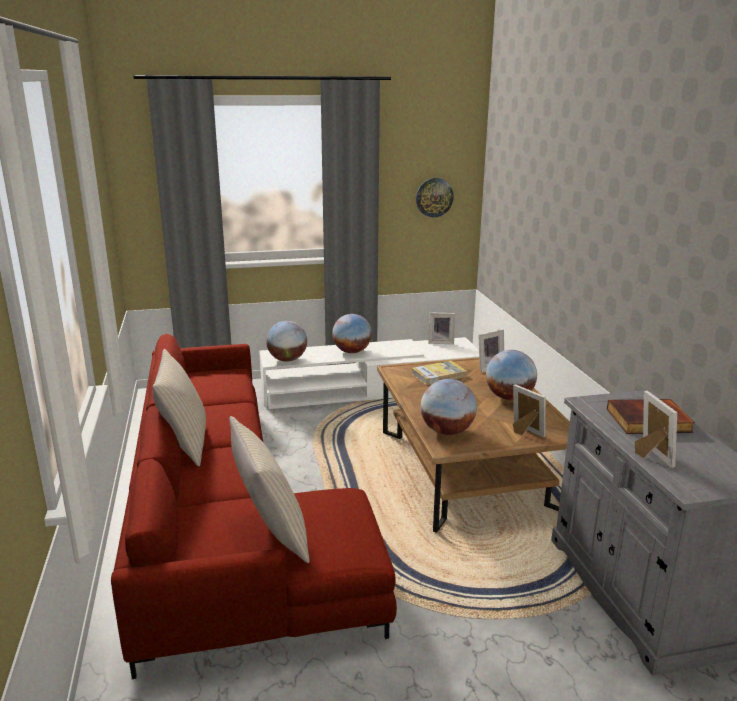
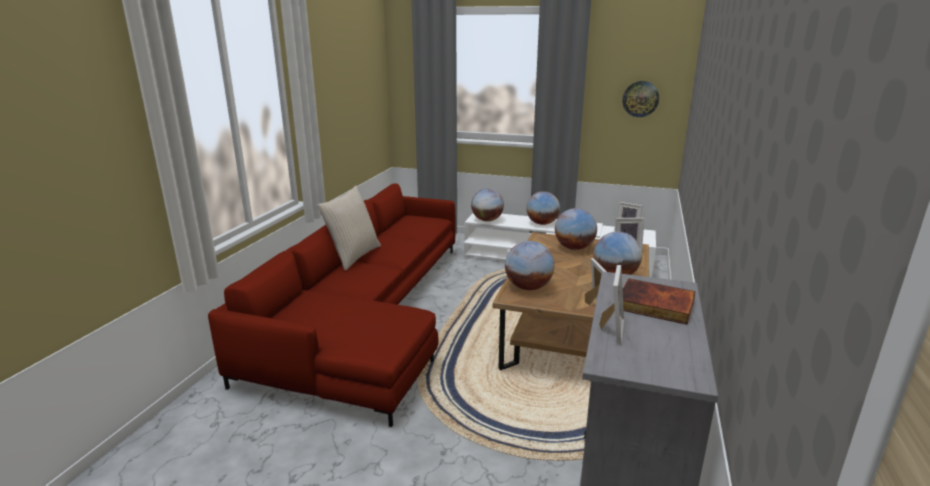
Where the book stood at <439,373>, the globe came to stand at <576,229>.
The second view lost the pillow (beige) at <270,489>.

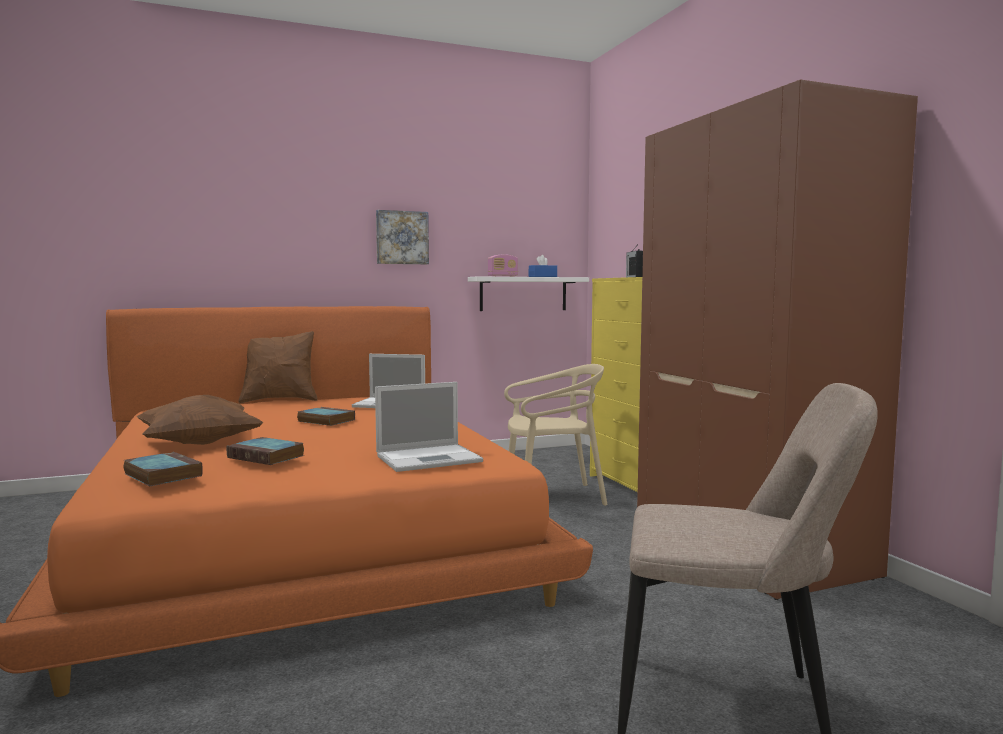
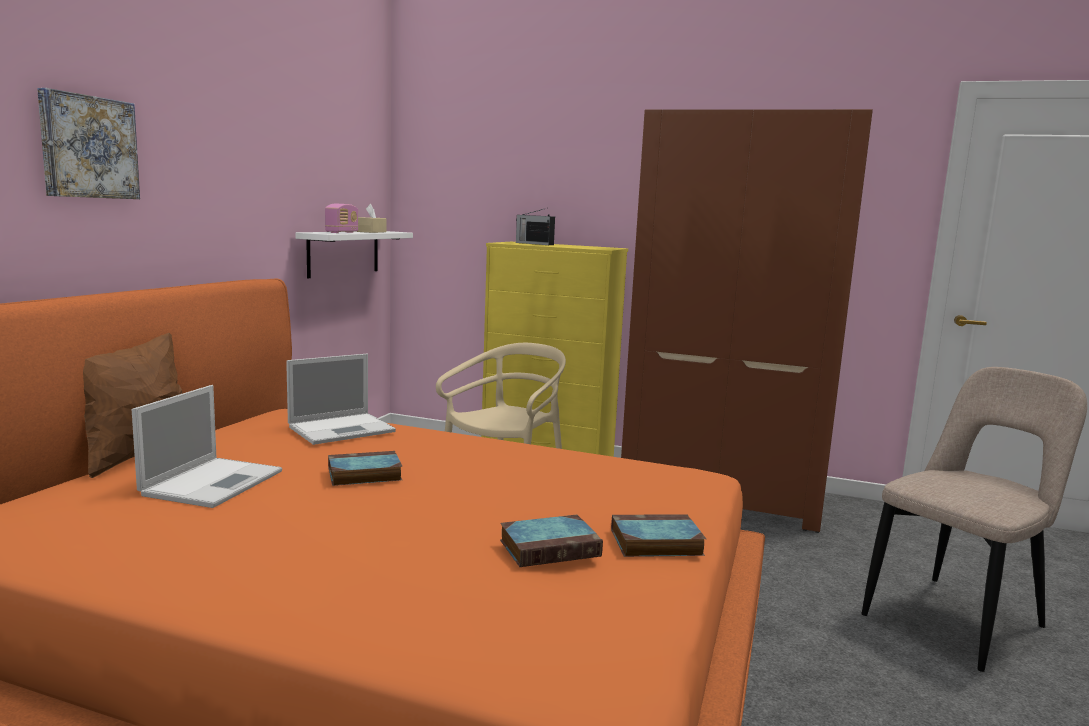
The picture ended up elsewhere, having gone from <402,237> to <88,143>.
What was the tissue box (blue) at <543,266> turned into the tissue box (beige) at <372,218>.
The laptop ended up elsewhere, having gone from <429,427> to <207,446>.
The second view lost the pillow (brown) at <199,420>.
The book ended up elsewhere, having gone from <163,469> to <658,535>.

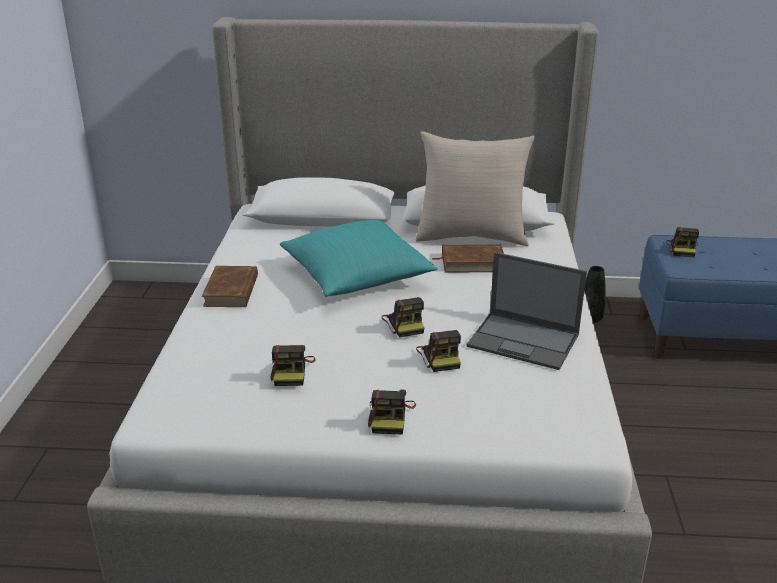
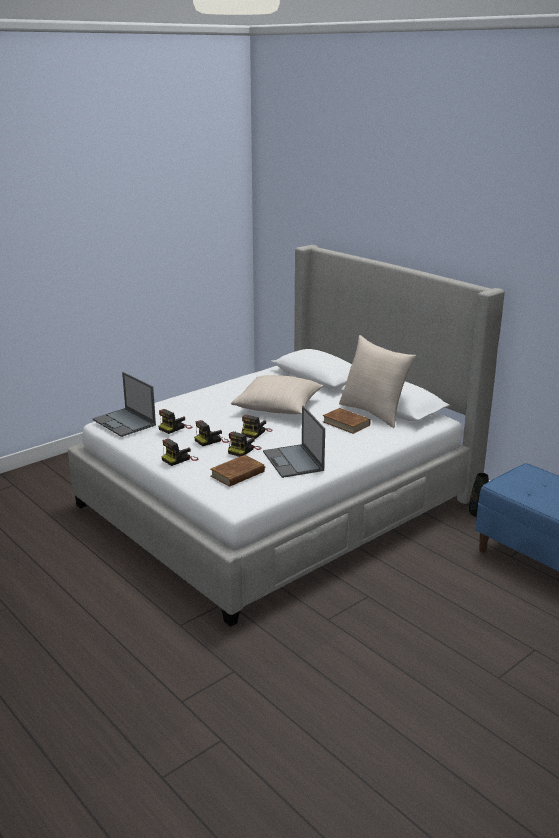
What was the pillow (turquoise) at <359,258> turned into the pillow (beige) at <277,394>.
The photo camera ended up elsewhere, having gone from <682,242> to <211,433>.
The book (brown) ended up elsewhere, having gone from <230,286> to <238,471>.
The second view gained the laptop at <124,404>.

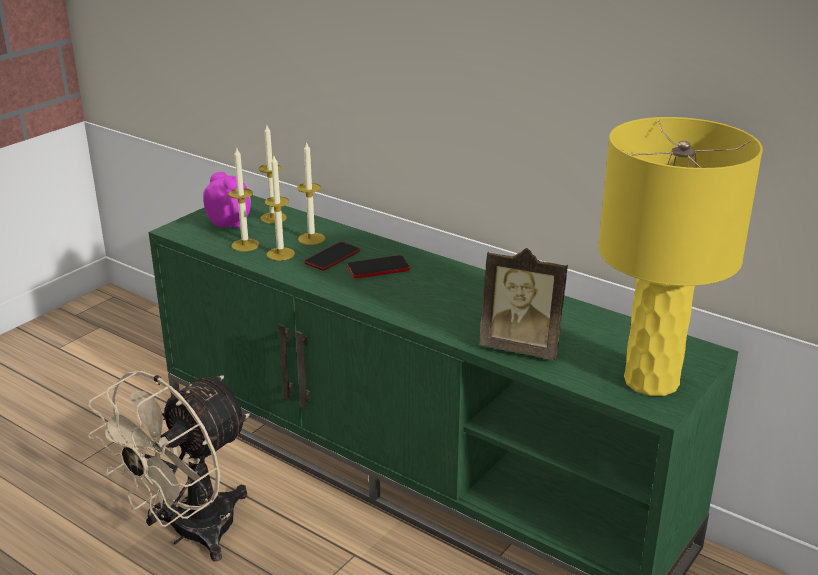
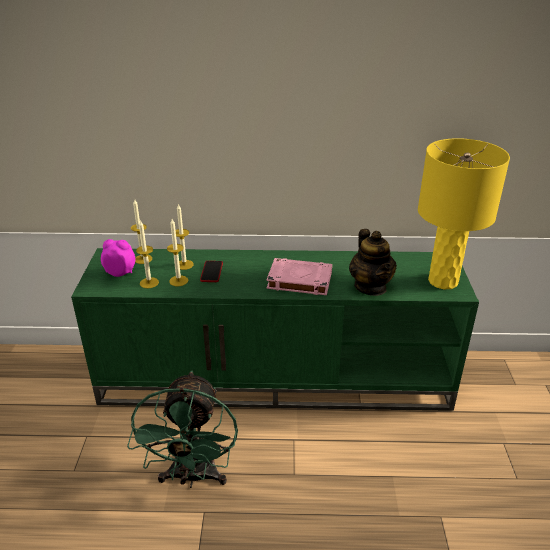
Where the picture frame stood at <523,304>, the teapot came to stand at <373,262>.
The second view lost the phone at <378,267>.
What was the fan (beige) at <169,466> turned into the fan (green) at <182,429>.
The second view gained the book (pink) at <299,276>.

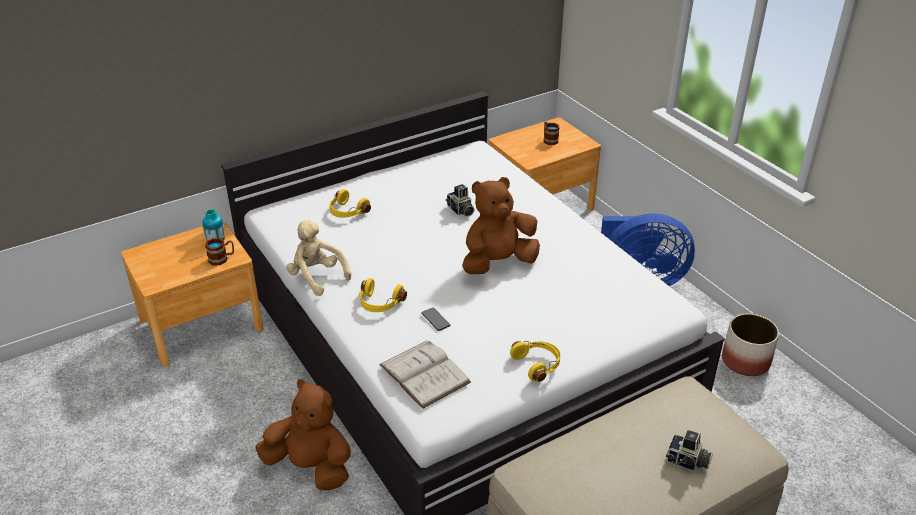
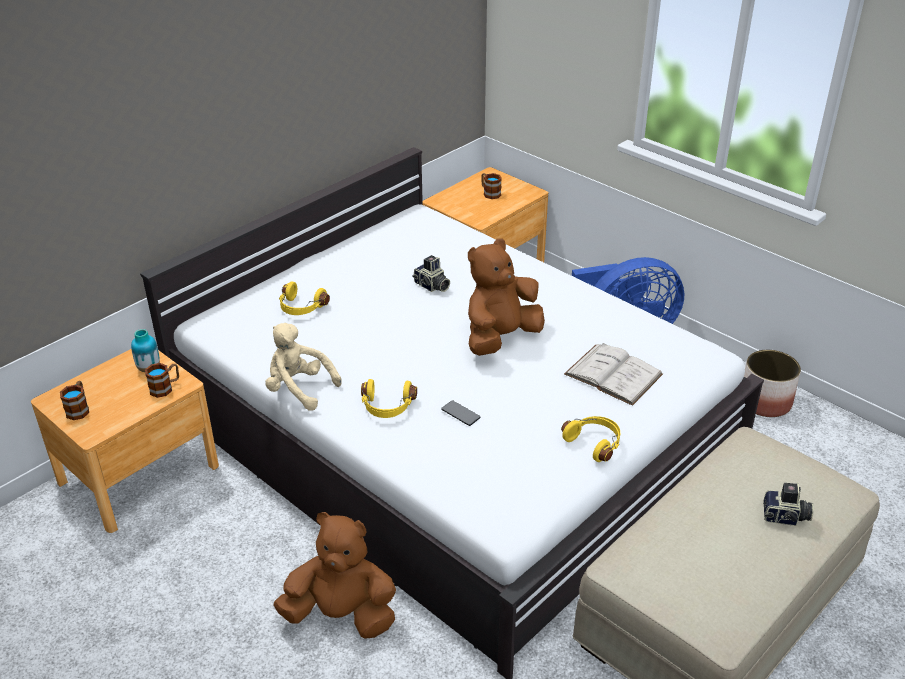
The book (white) ended up elsewhere, having gone from <425,375> to <613,374>.
The second view gained the mug at <74,400>.

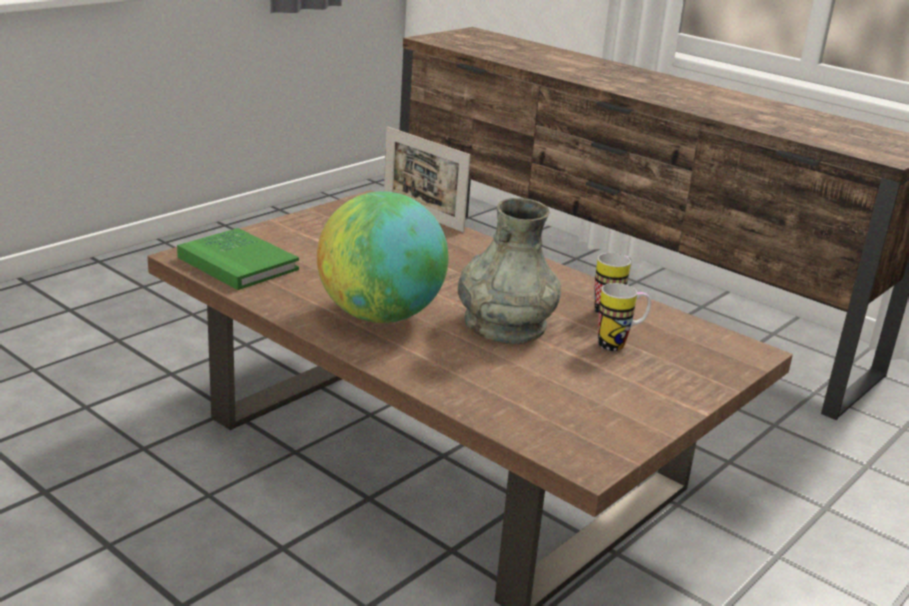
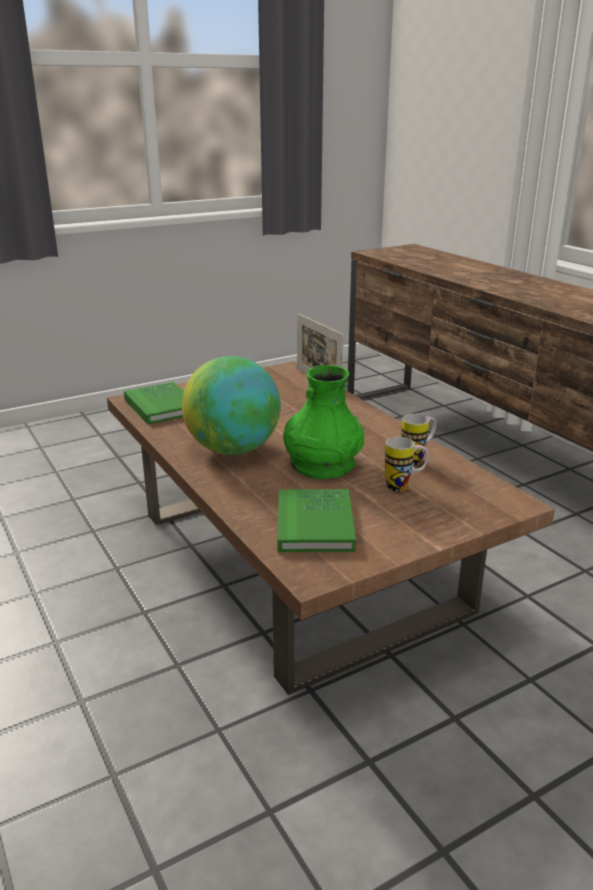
What was the vase (grey) at <509,271> turned into the vase (green) at <323,422>.
The second view gained the book (green) at <316,520>.

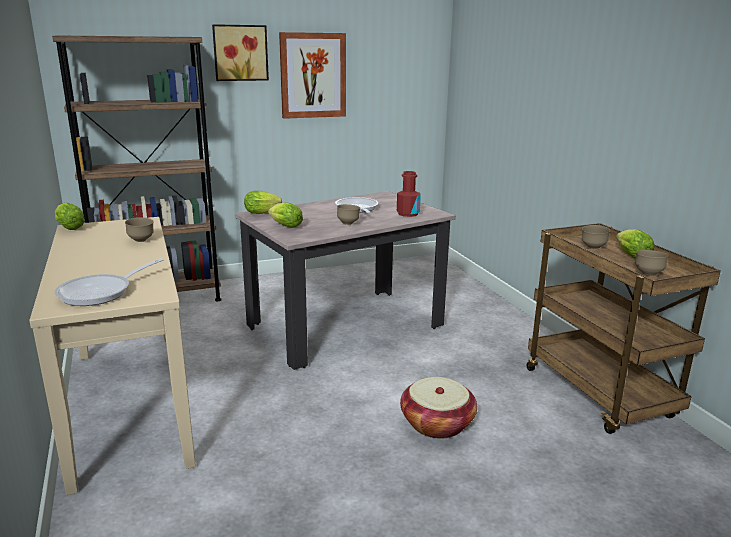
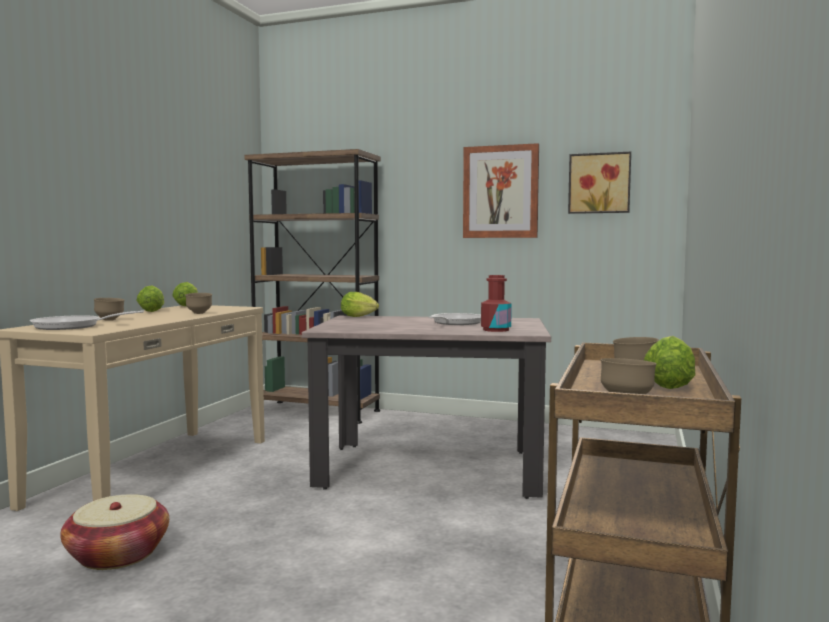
The picture ended up elsewhere, having gone from <240,52> to <599,183>.
The lettuce ended up elsewhere, having gone from <285,215> to <150,298>.
The bowl (brown) ended up elsewhere, having gone from <348,214> to <109,309>.
The basket ended up elsewhere, having gone from <438,408> to <114,532>.

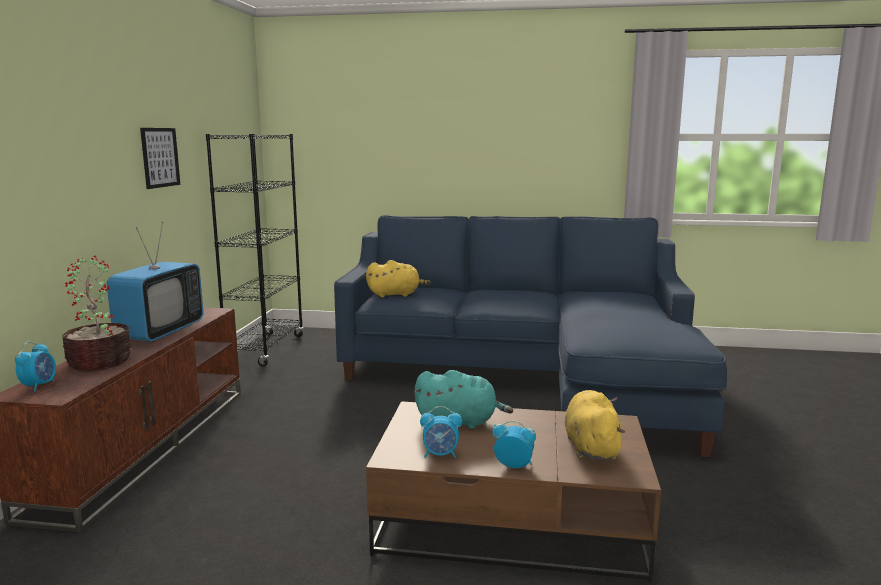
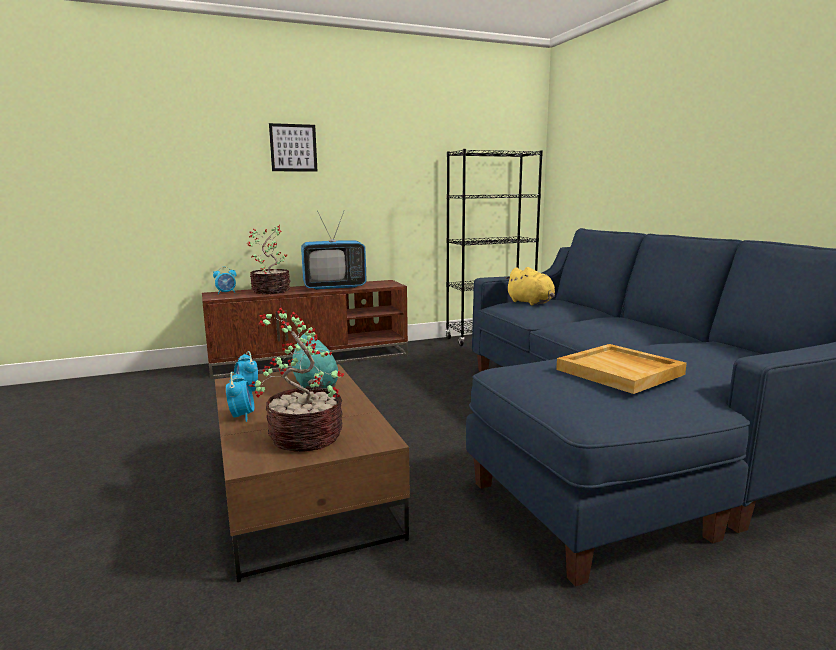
The picture ended up elsewhere, having gone from <160,158> to <293,147>.
Where the plush toy (yellow) stood at <595,425>, the potted plant came to stand at <296,380>.
The second view gained the tray (beige) at <621,369>.

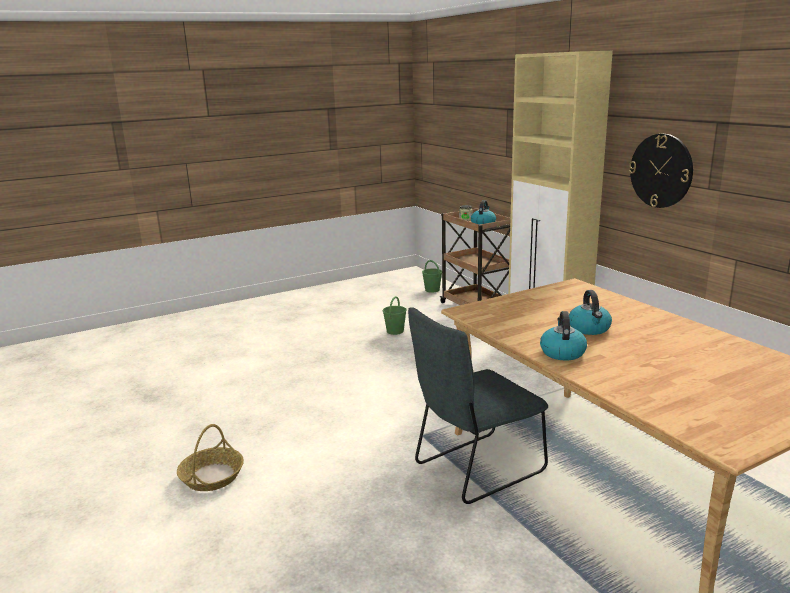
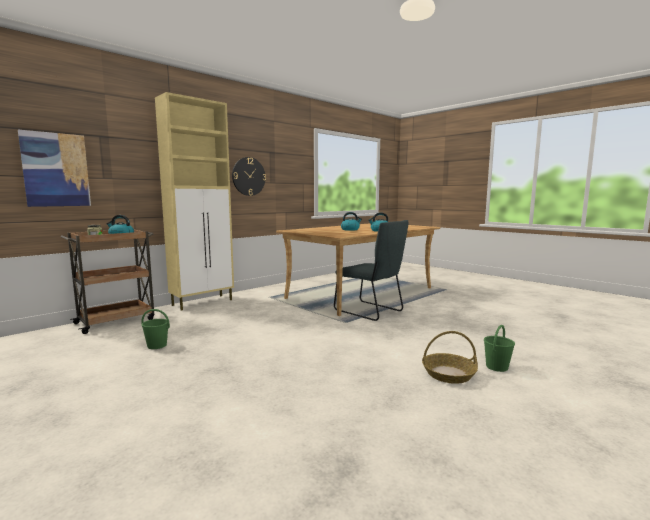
The bucket (green) ended up elsewhere, having gone from <432,276> to <499,348>.
The second view gained the picture at <54,168>.

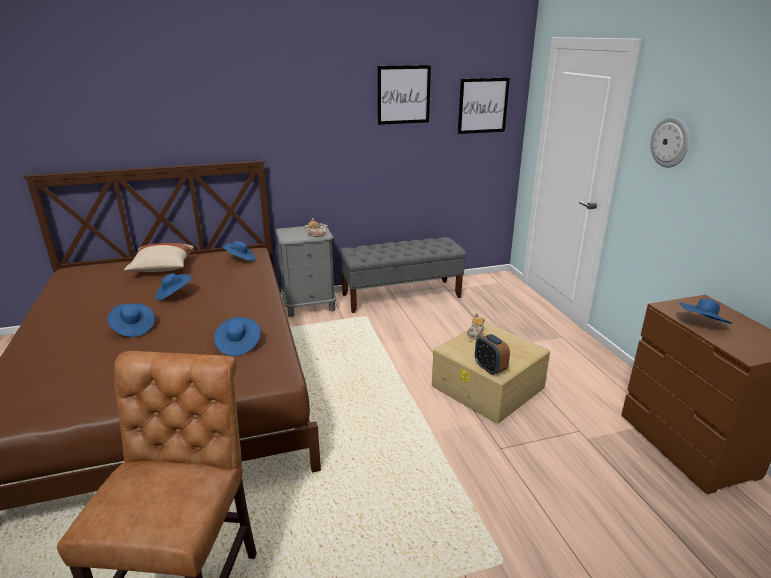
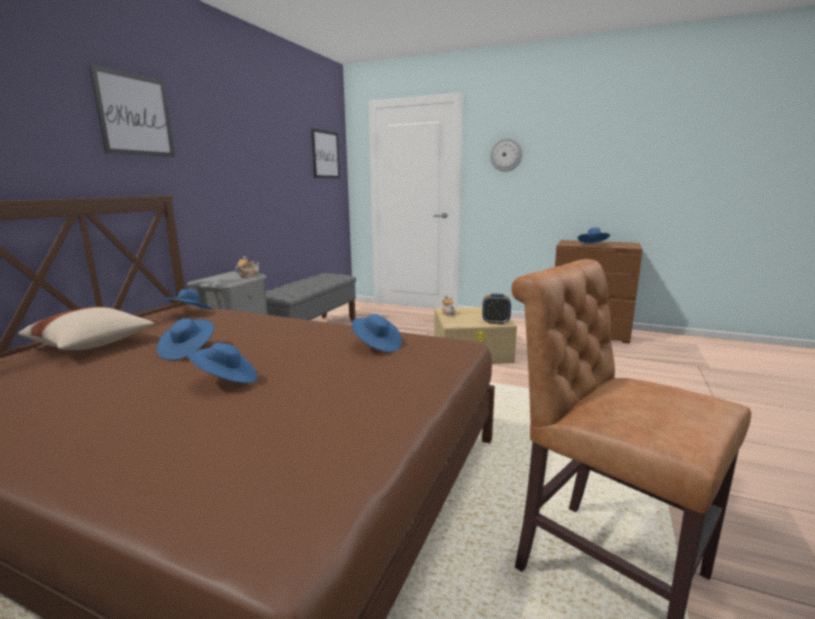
The picture ended up elsewhere, having gone from <404,95> to <132,110>.

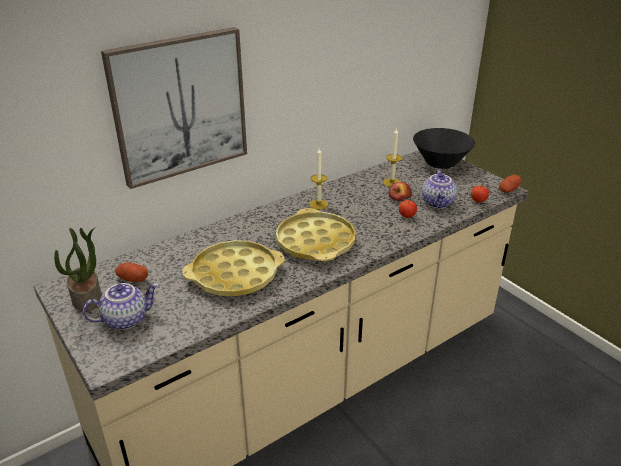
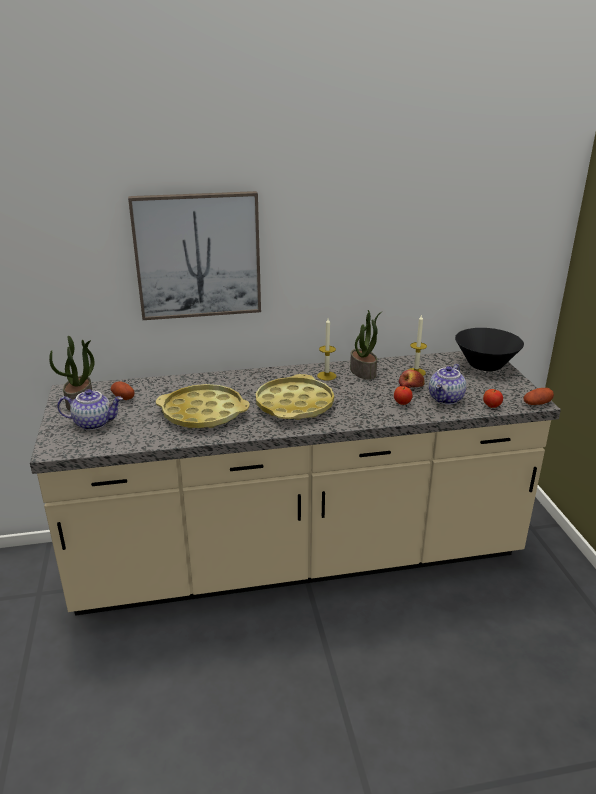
The second view gained the potted plant at <365,344>.

